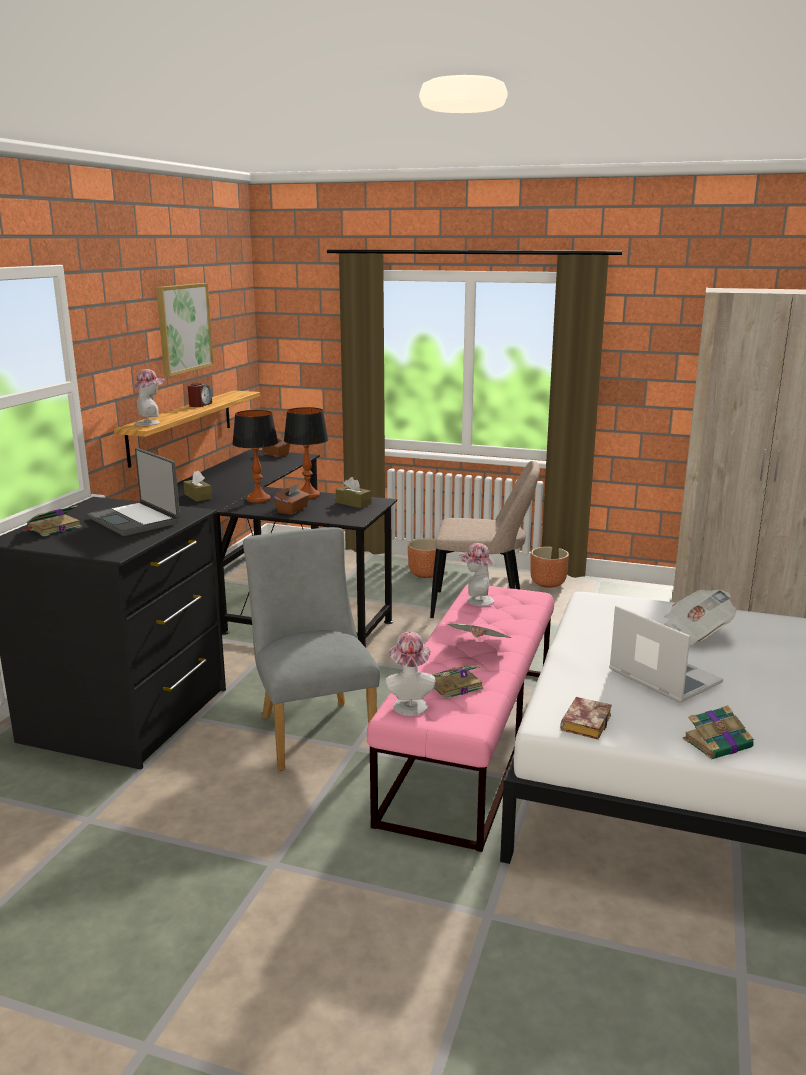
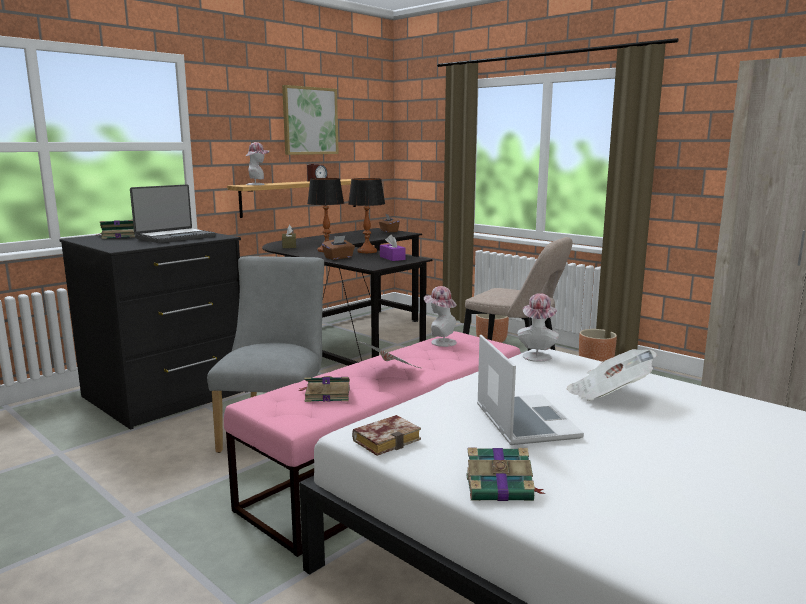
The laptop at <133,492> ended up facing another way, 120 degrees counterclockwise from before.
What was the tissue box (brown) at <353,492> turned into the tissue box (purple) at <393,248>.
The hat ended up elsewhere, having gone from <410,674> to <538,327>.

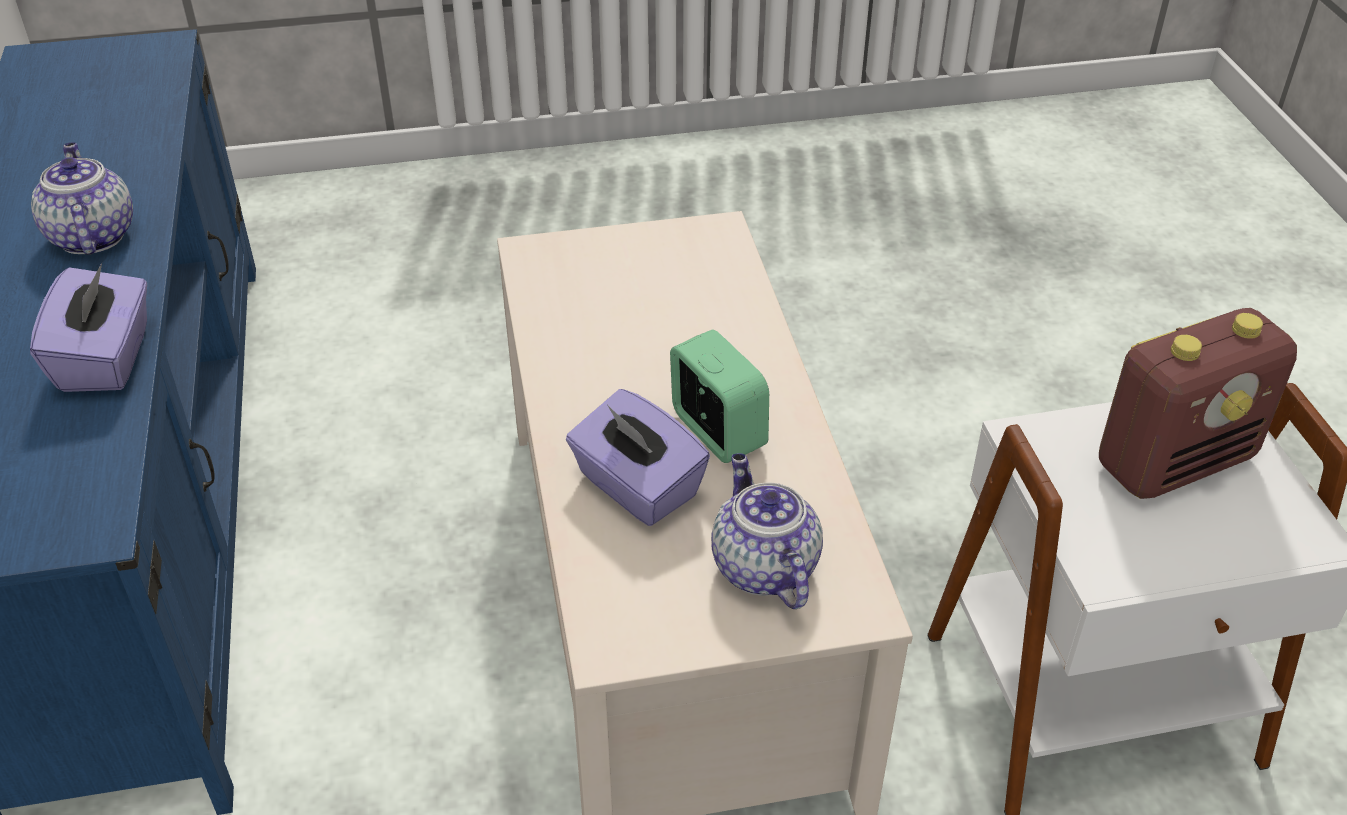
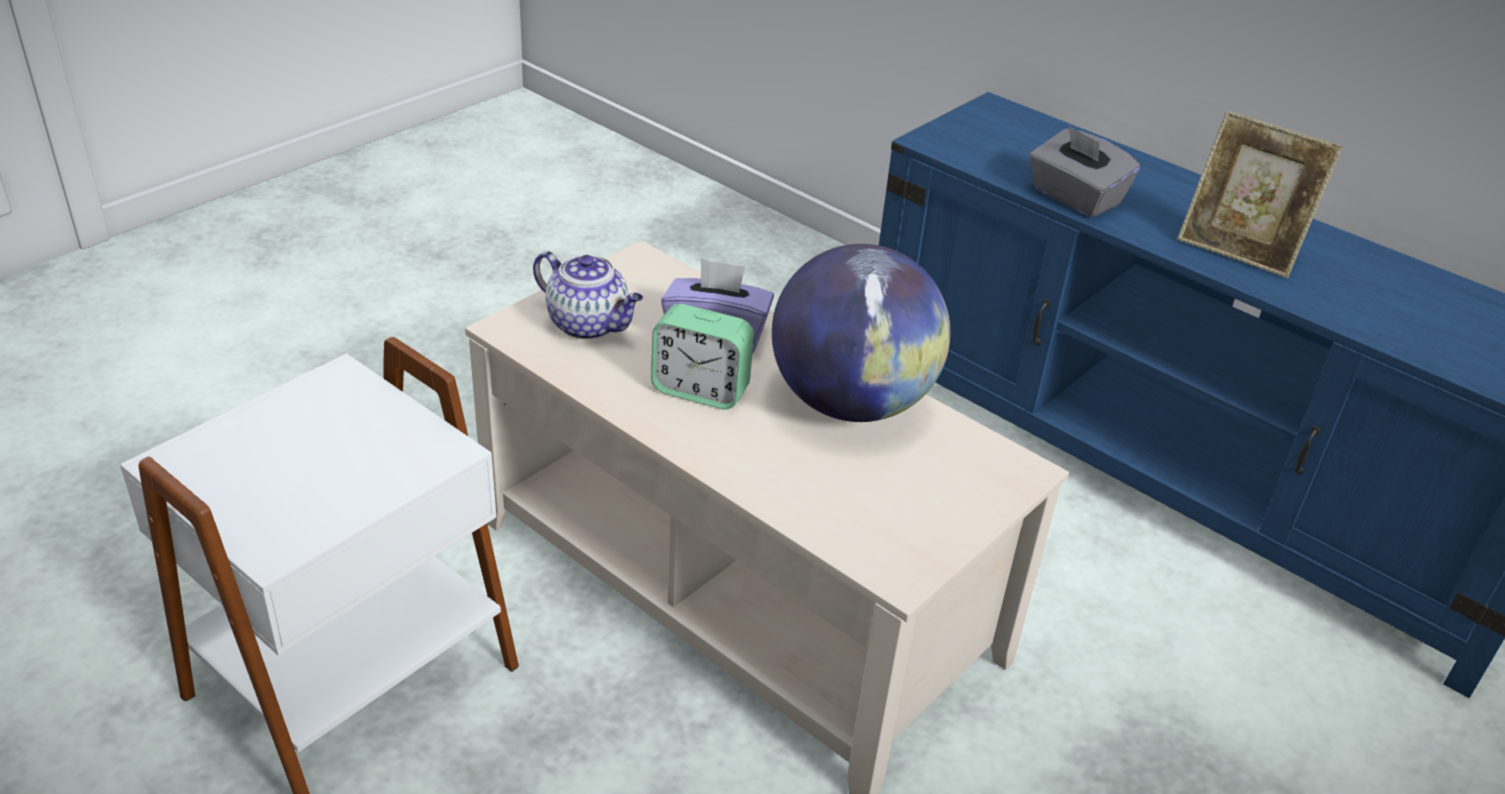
Where the teapot stood at <82,198>, the picture frame came to stand at <1260,194>.
What was the tissue box (purple) at <88,327> turned into the tissue box (grey) at <1084,172>.
The second view lost the radio at <1198,403>.
The second view gained the globe at <861,333>.

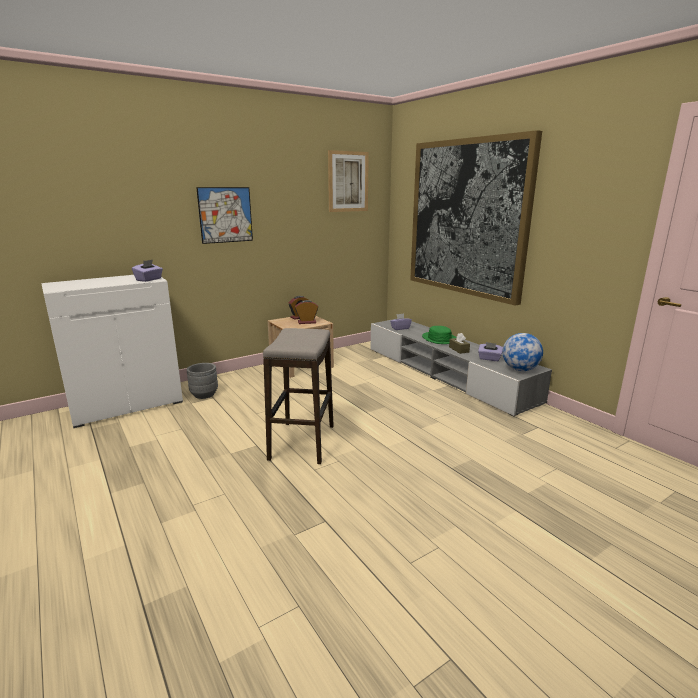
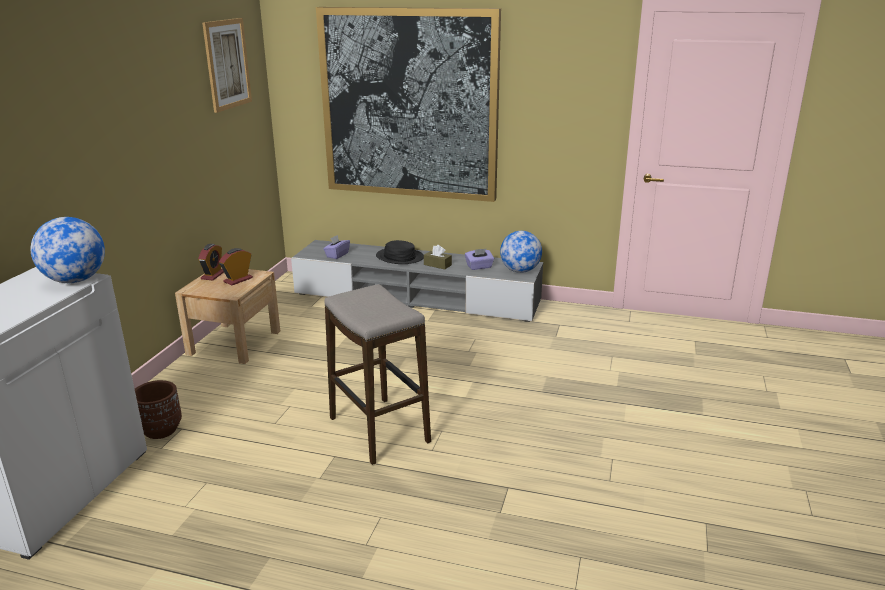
The second view lost the picture at <224,215>.
Where the tissue box (purple) stood at <147,271>, the globe came to stand at <68,250>.
What was the hat (green) at <439,335> turned into the hat (black) at <400,252>.
What was the planter (grey) at <202,381> turned into the planter (brown) at <158,409>.

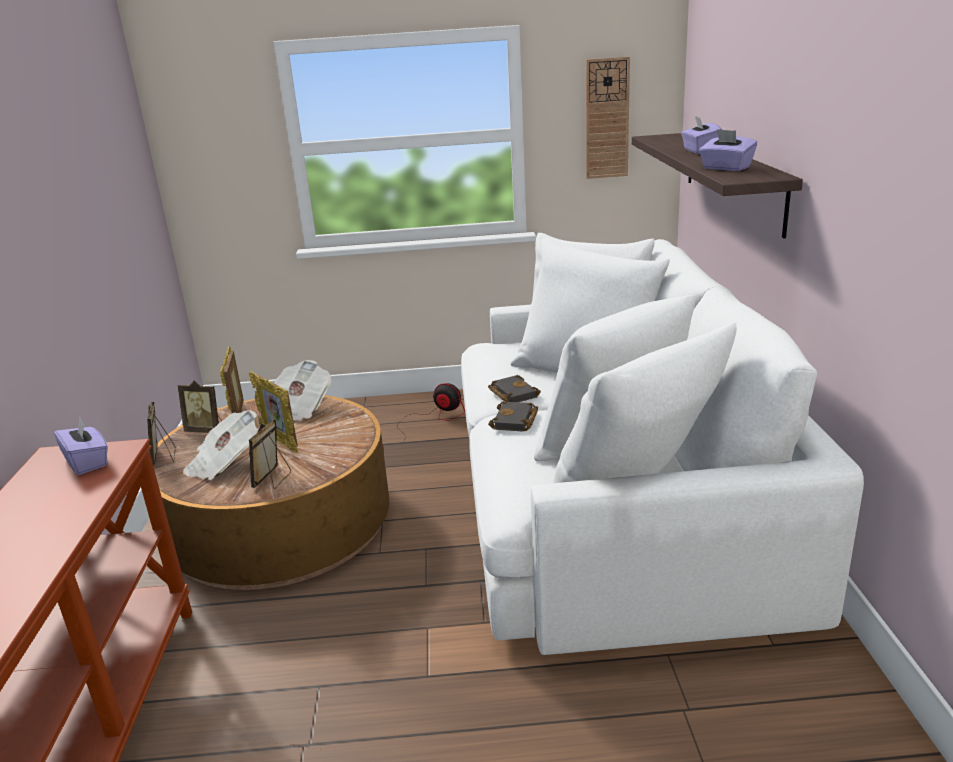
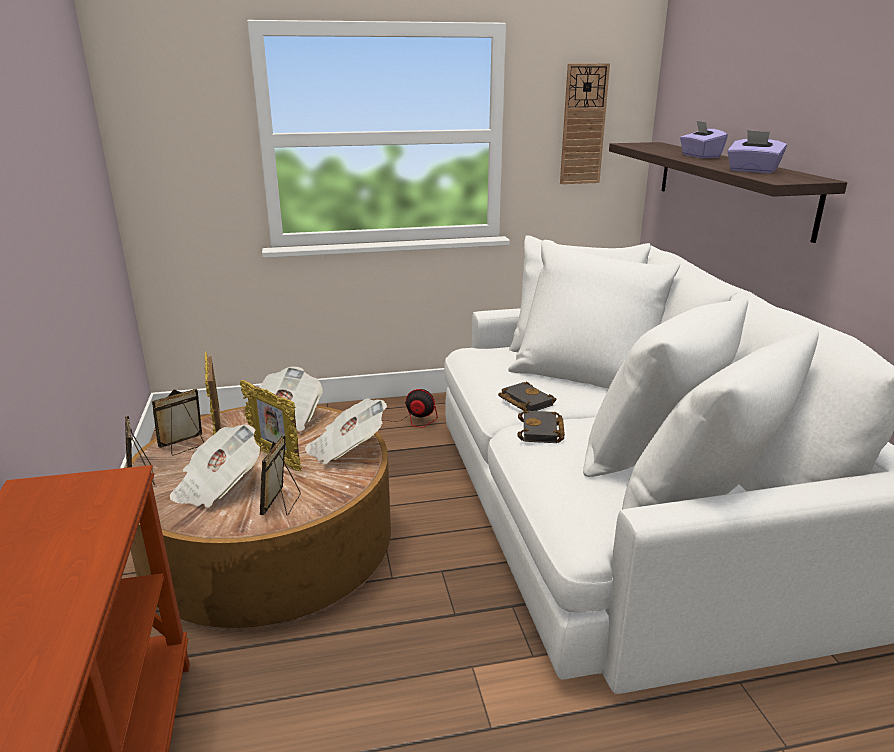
The picture frame at <200,407> ended up facing another way, 135 degrees clockwise from before.
The second view lost the tissue box (purple) at <81,447>.
The second view gained the newspaper at <346,431>.

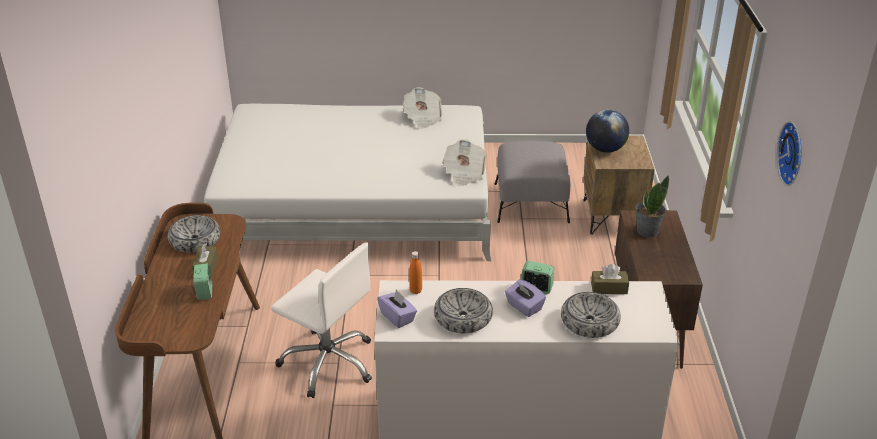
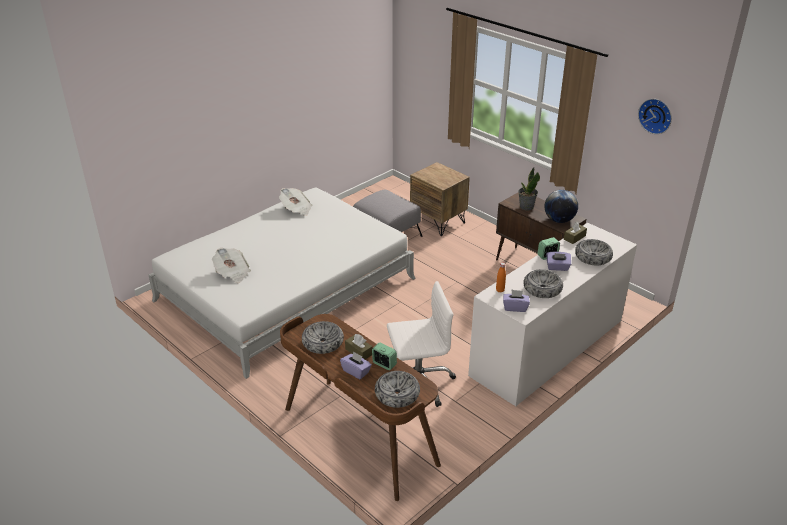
The globe ended up elsewhere, having gone from <607,131> to <561,206>.
The newspaper ended up elsewhere, having gone from <464,162> to <231,265>.
The second view gained the tissue box (purple) at <356,365>.
The second view gained the bowl at <397,389>.

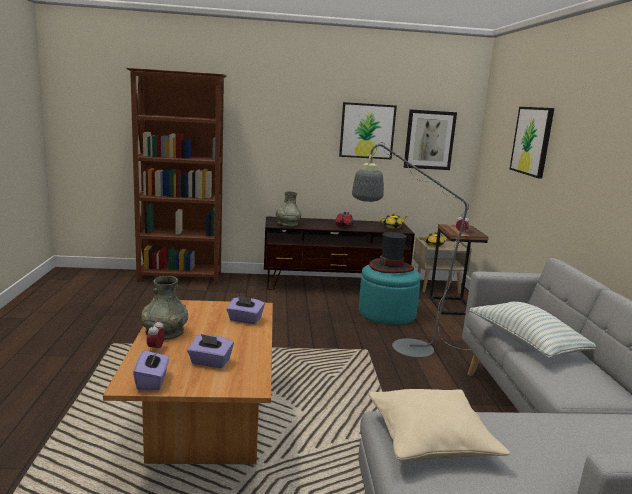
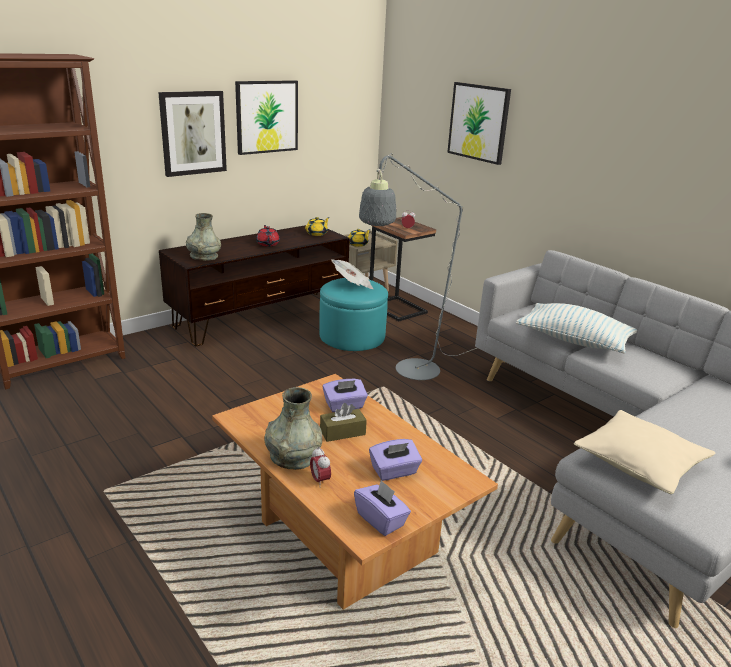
The picture ended up elsewhere, having gone from <430,139> to <192,134>.
Where the hat stood at <391,252>, the newspaper came to stand at <352,274>.
The second view gained the tissue box (brown) at <343,422>.

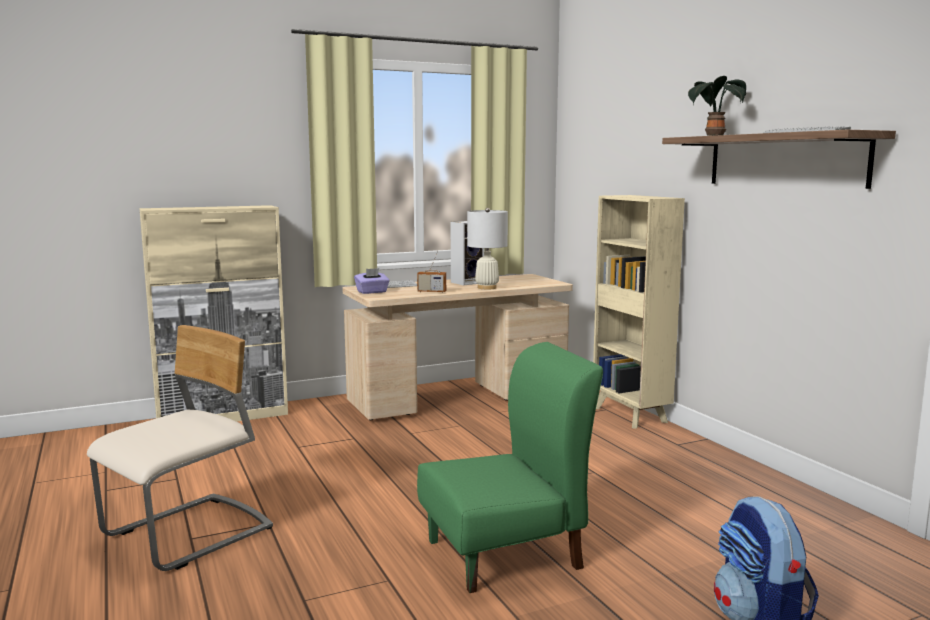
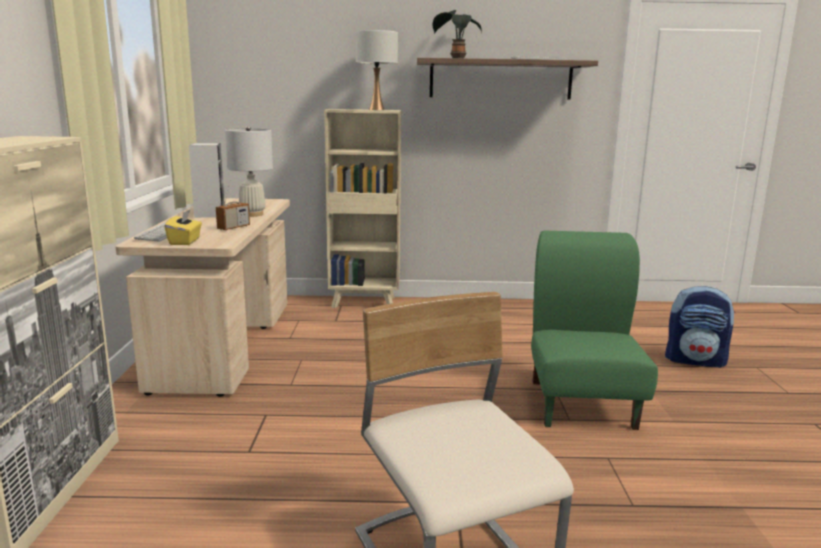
What was the tissue box (purple) at <372,281> turned into the tissue box (yellow) at <183,227>.
The second view gained the table lamp (white) at <377,70>.

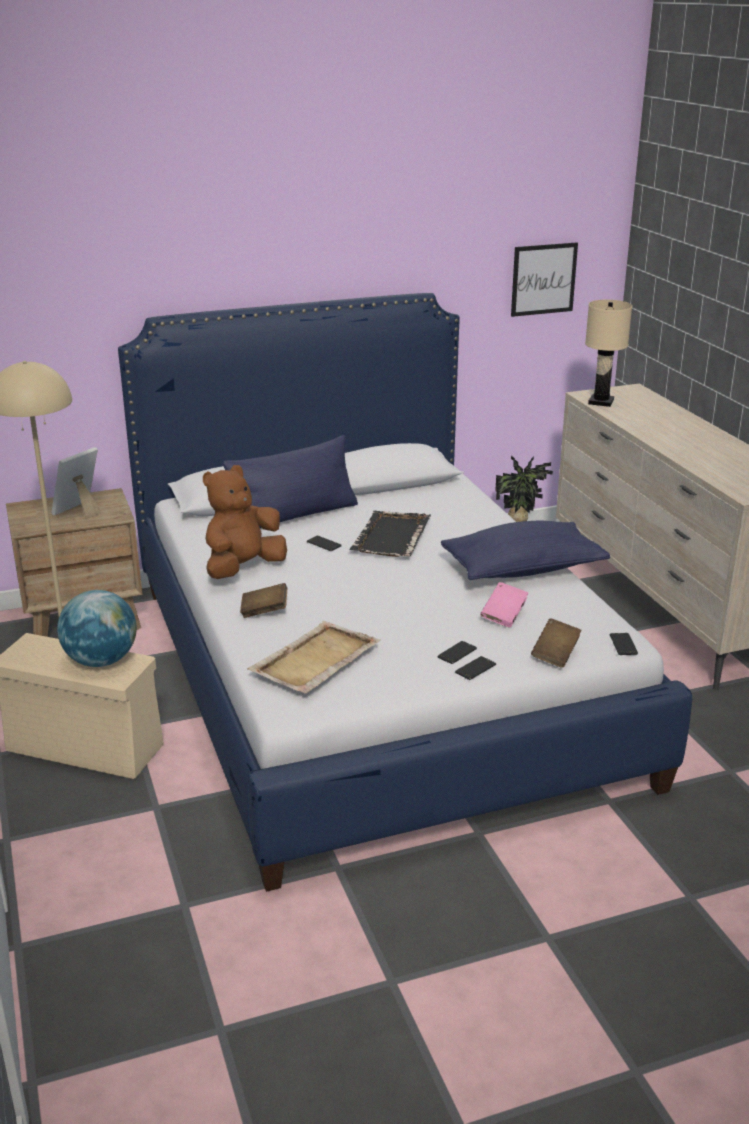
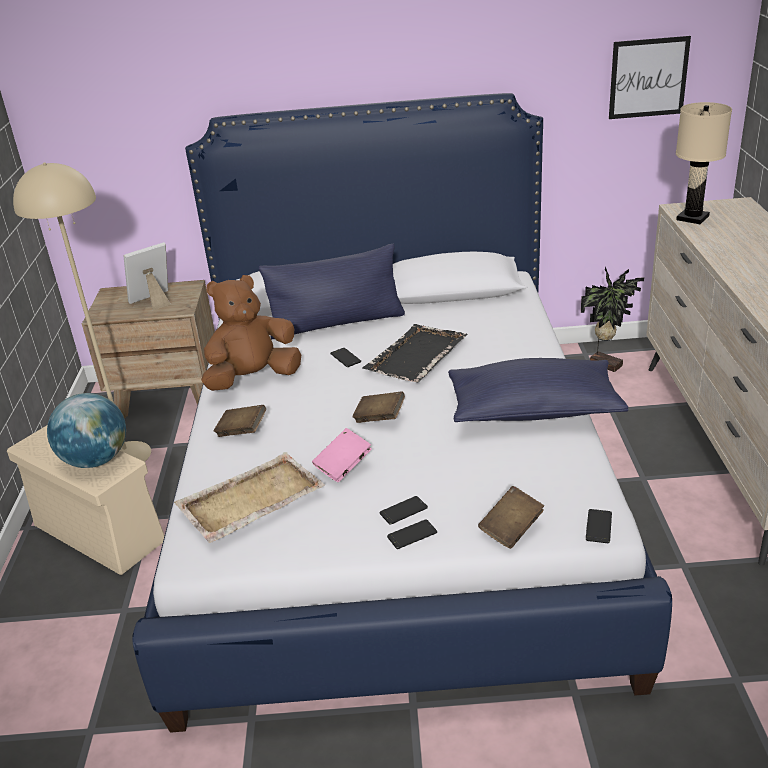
The book (pink) ended up elsewhere, having gone from <504,604> to <342,455>.
The second view gained the book (brown) at <378,407>.

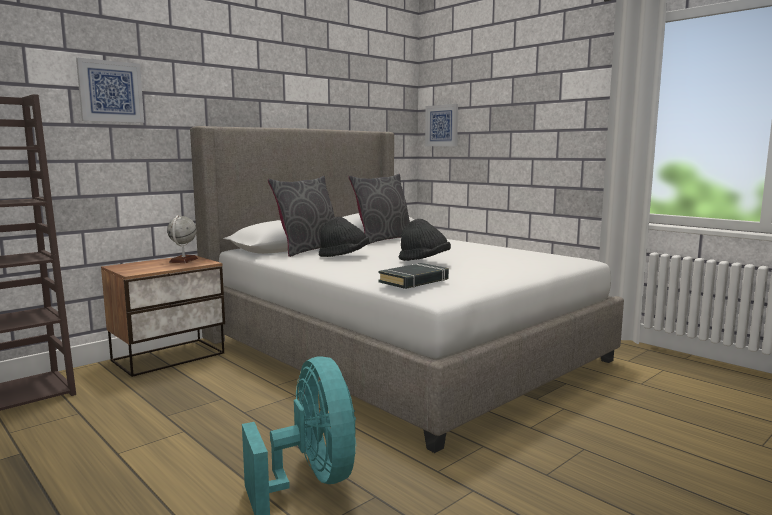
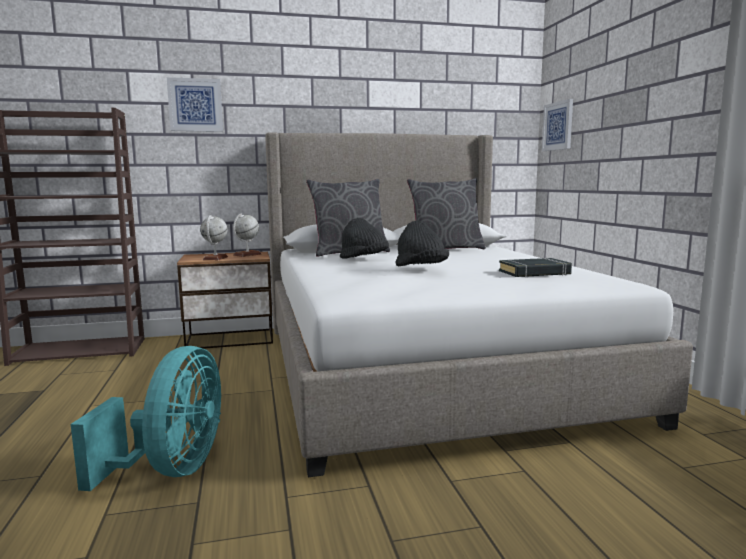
The book (black) ended up elsewhere, having gone from <414,276> to <535,267>.
The second view gained the globe at <214,237>.

